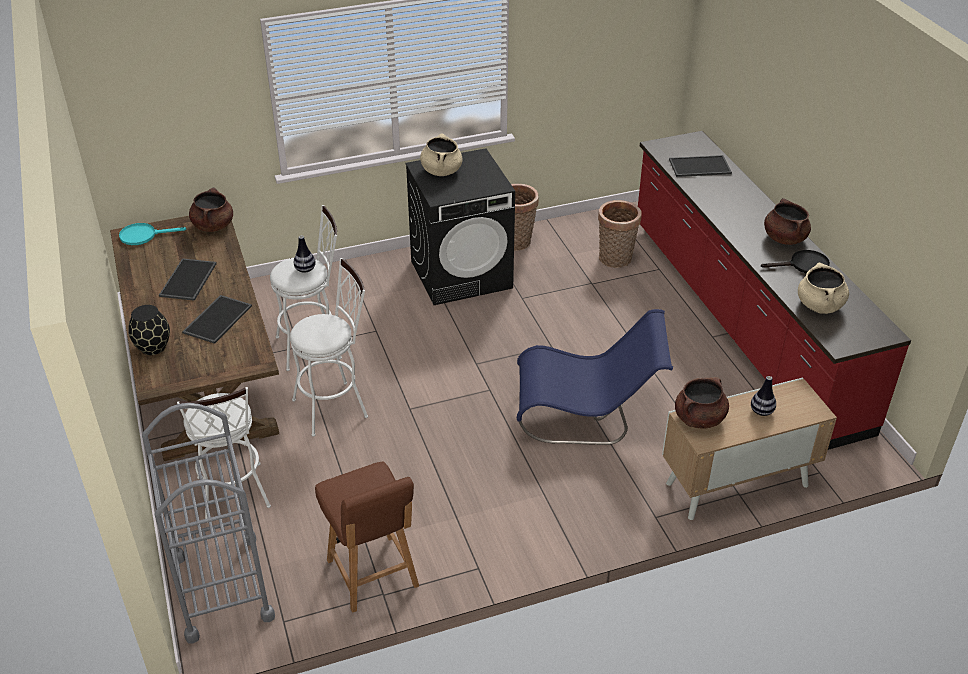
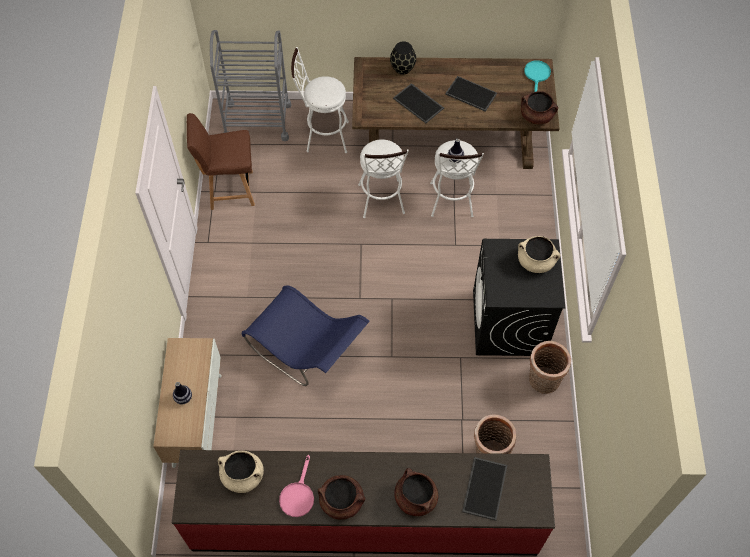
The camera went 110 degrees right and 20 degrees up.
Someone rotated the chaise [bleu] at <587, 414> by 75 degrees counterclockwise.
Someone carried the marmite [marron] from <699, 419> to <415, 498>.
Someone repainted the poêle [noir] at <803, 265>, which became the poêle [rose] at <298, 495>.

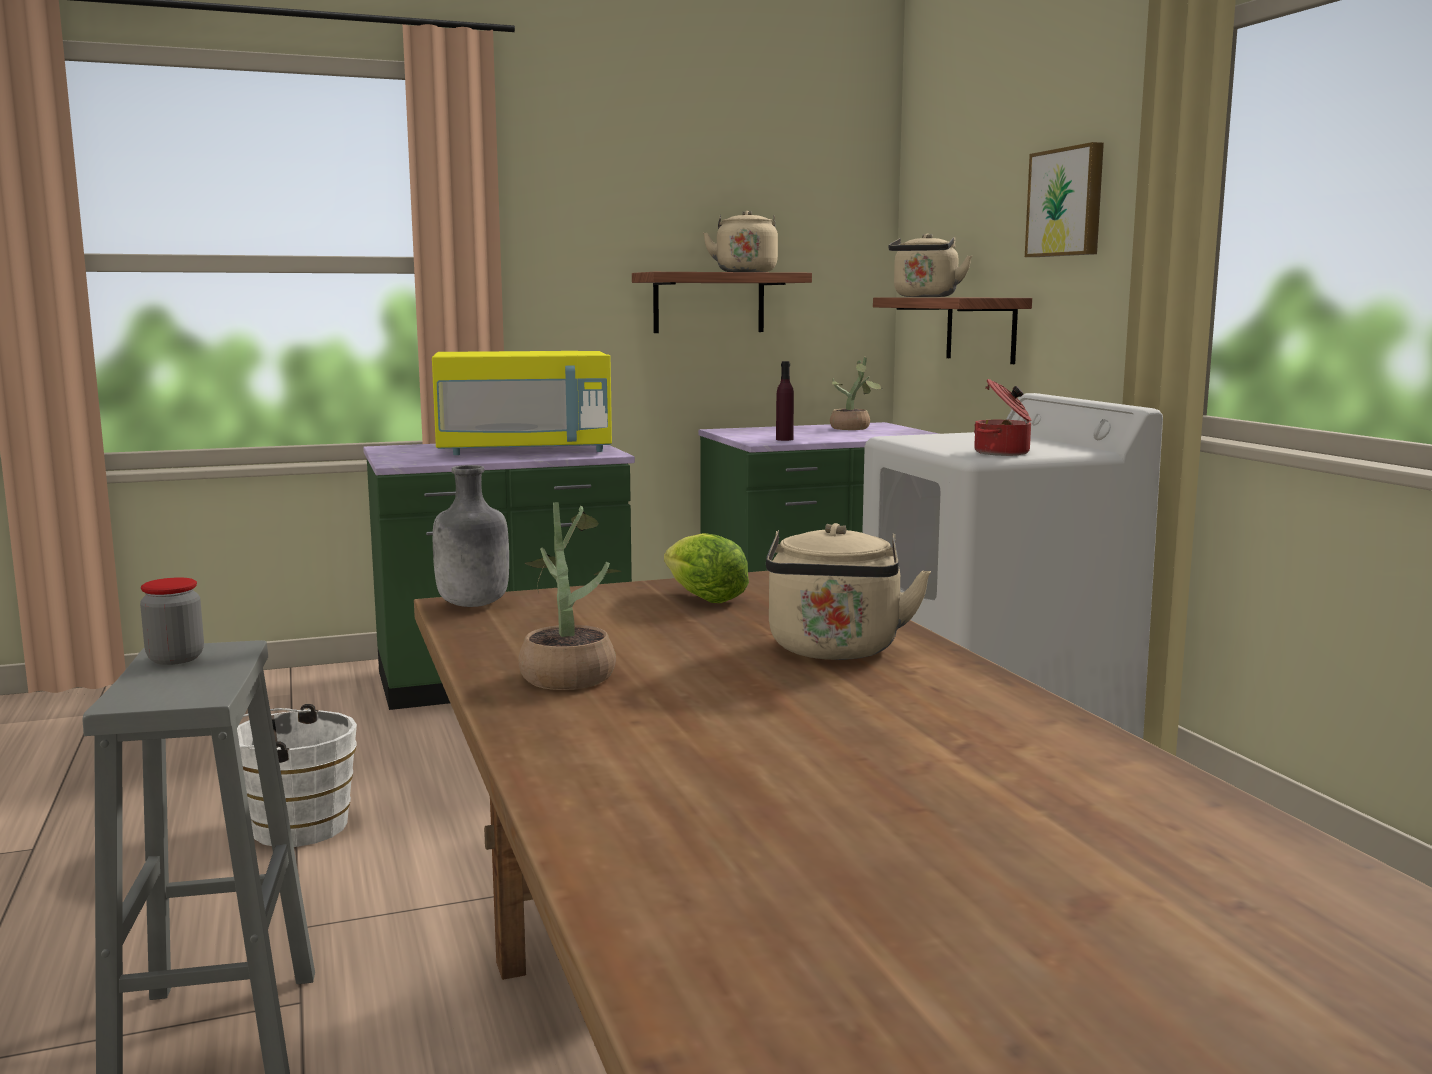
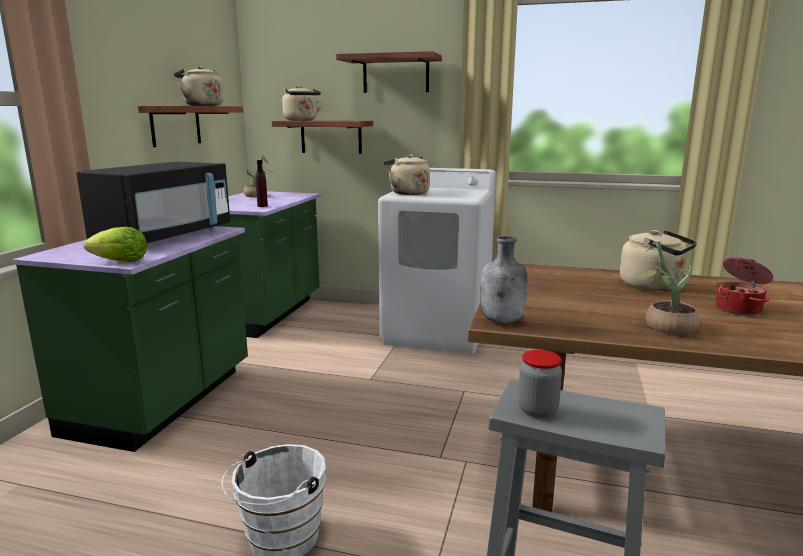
The camera went 55 degrees left and 5 degrees up.
Someone repainted the micro-ondes [jaune] at <524, 451>, which became the micro-ondes [noir] at <165, 237>.
Someone carried the laitue from <704, 599> to <121, 262>.
Someone carried the marmite from <1003, 453> to <739, 309>.
Someone swapped the tableau at <1067, 202> for the étagère at <395, 74>.
Someone put down the bouilloire [beige] at <407, 193>.

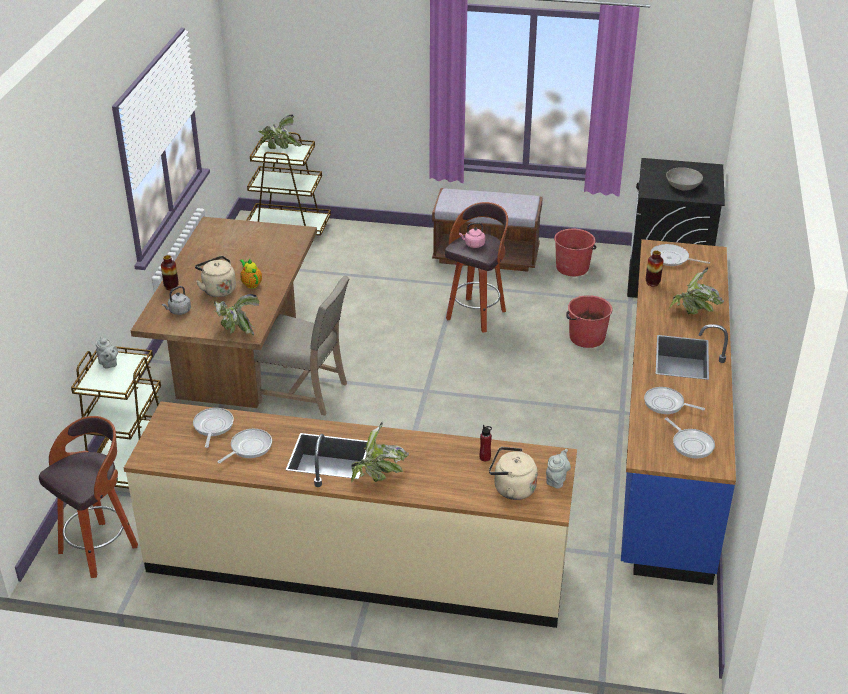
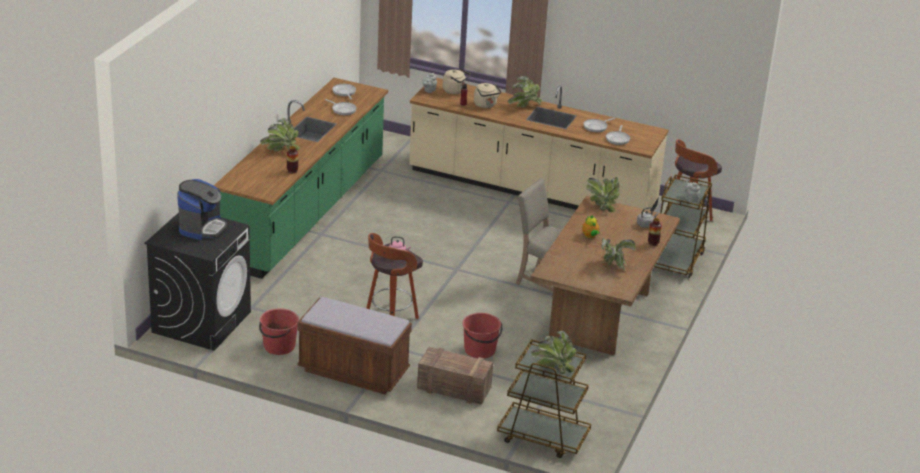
The camera went 170 degrees left and 5 degrees down.
Someone carried the bouilloire [beige] from <218, 289> to <486, 105>.
Someone carried the seau [rouge] from <586, 337> to <480, 350>.
Someone repainted the comptoir de cuisine [bleu] at <666, 444>, which became the comptoir de cuisine [vert] at <305, 212>.
Someone took away the poêle at <672, 259>.
Someone swapped the bol [gris] at <683, 186> for the machine à café at <202, 228>.
Someone put down the caisse at <453, 388>.
Someone put down the plante en pot at <613, 265>.

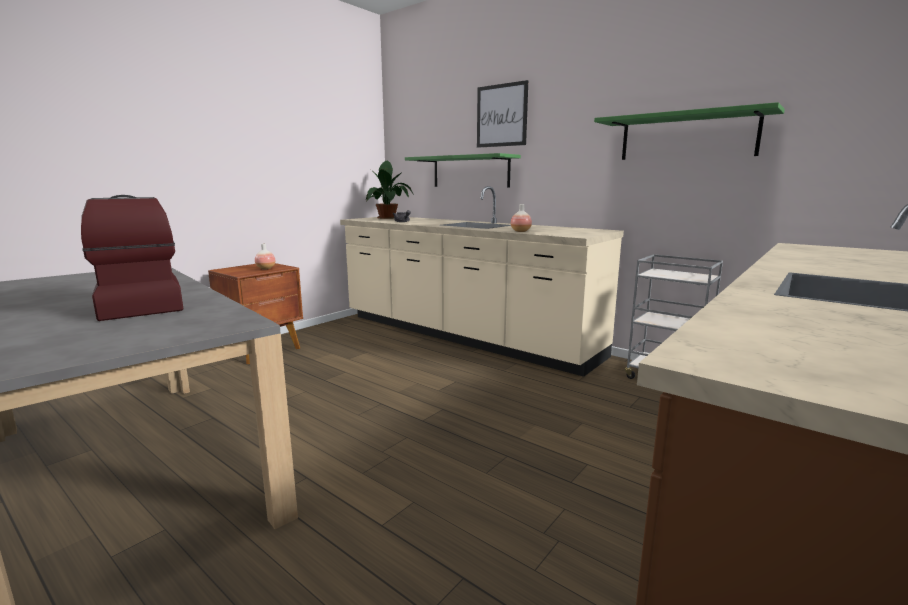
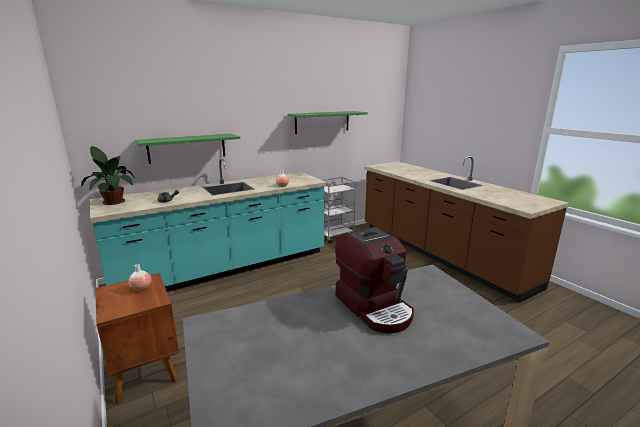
The camera went 70 degrees left and 5 degrees up.
Someone rotated the machine à café at <139, 304> by 105 degrees counterclockwise.
Someone repainted the comptoir de cuisine [beige] at <463, 336>, which became the comptoir de cuisine [turquoise] at <225, 268>.
Someone took away the tableau at <501, 115>.

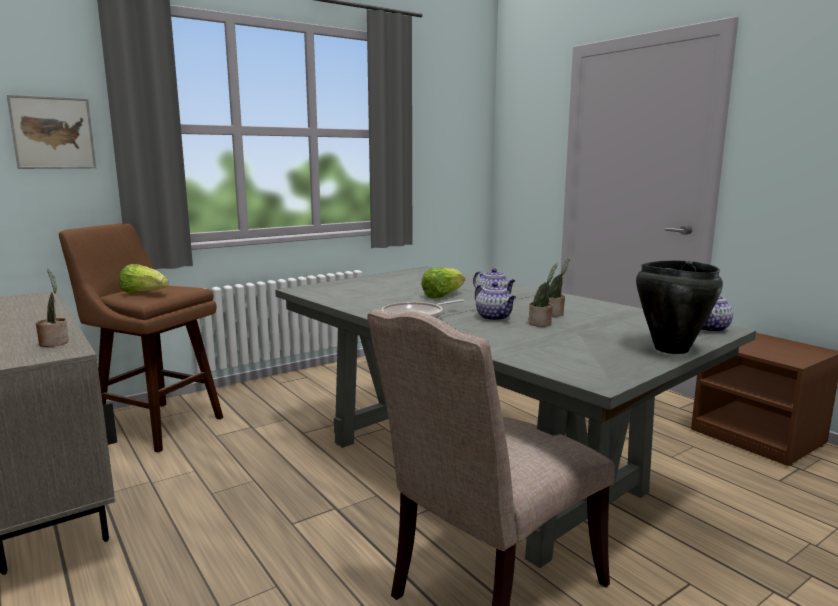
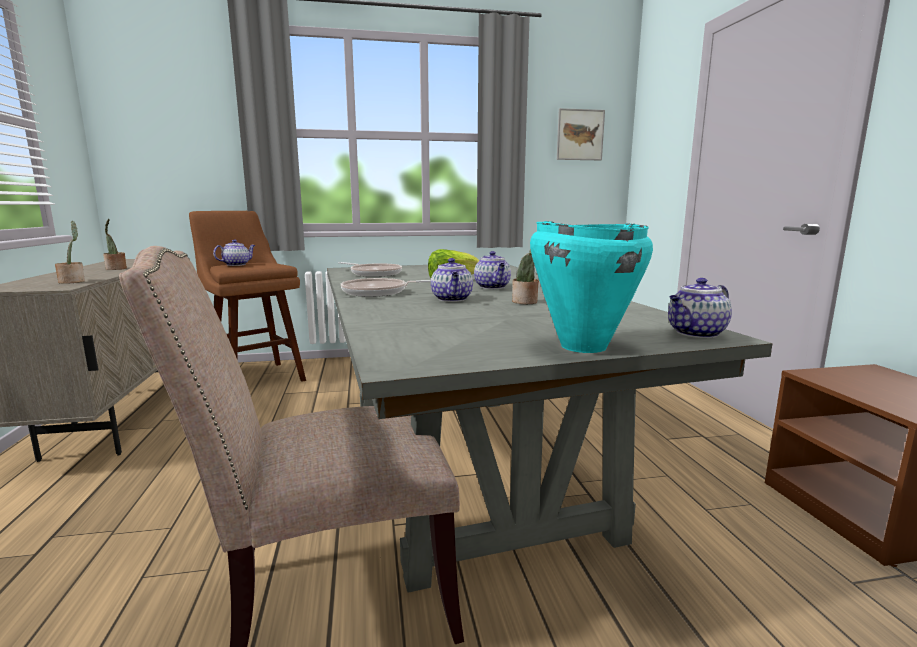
The camera went 25 degrees right and 0 degrees up.
Someone carried the tableau from <53, 133> to <580, 135>.
Someone swapped the laitue at <144, 293> for the théière at <237, 264>.
Someone carried the plante en pot from <541, 324> to <116, 269>.
Someone repainted the marmite [noir] at <670, 349>, which became the marmite [turquoise] at <582, 346>.
Someone put down the poêle at <374, 274>.

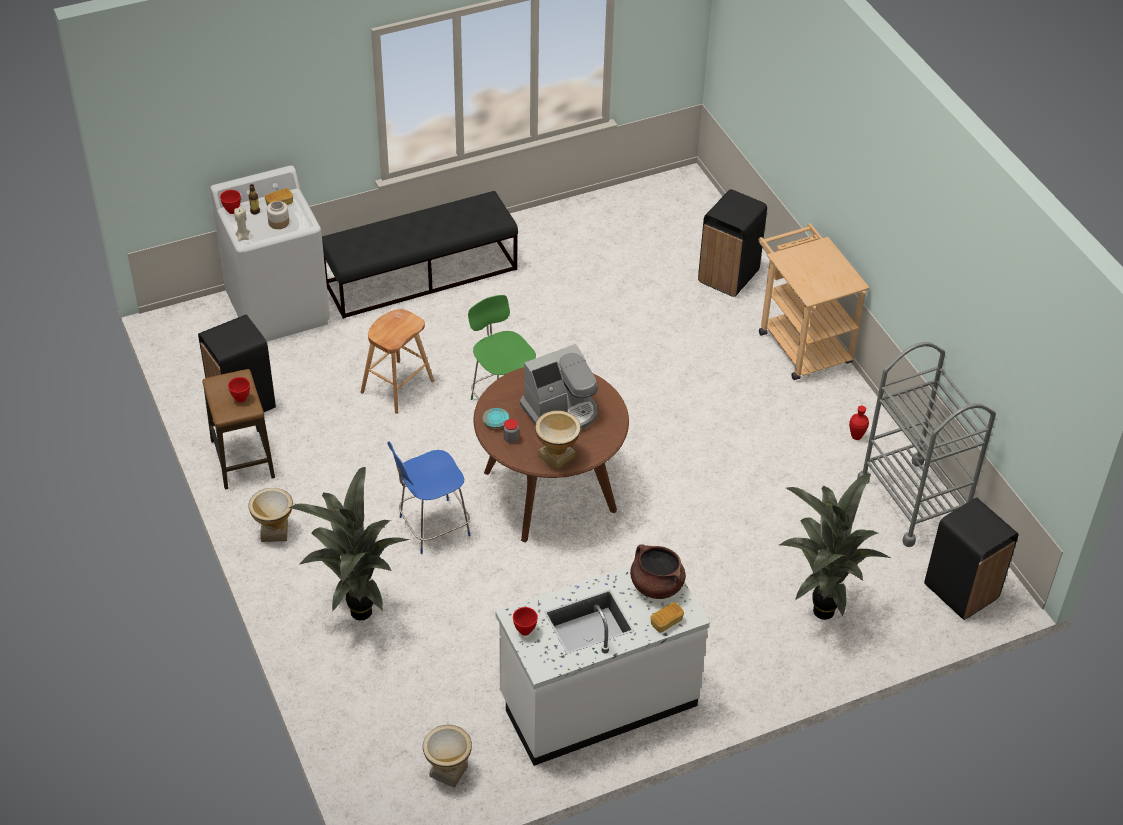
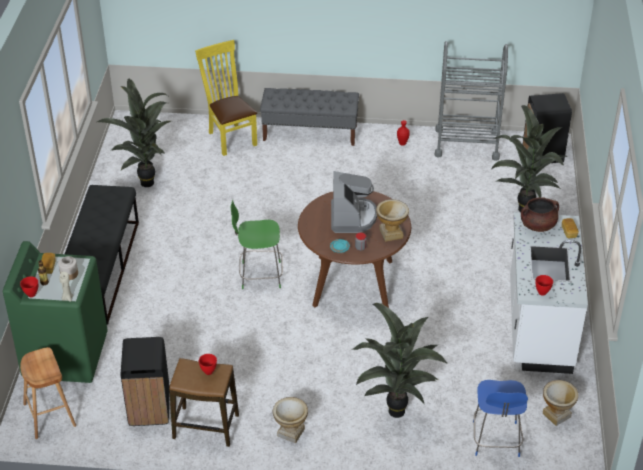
The camera went 60 degrees left and 5 degrees down.
Someone repainted the lave-linge [blanc] at <278, 308>, which became the lave-linge [vert] at <65, 355>.
Someone carried the tabouret [marron] from <397, 387> to <49, 415>.
Someone carried the chaise [bleu] from <432, 527> to <496, 440>.
Someone swapped the poubelle [noir] at <729, 276> for the chaise [jaune] at <230, 137>.
Someone swapped the chariot [beige] at <800, 342> for the banc [gris] at <310, 133>.
Someone put down the plante en pot at <146, 181>.

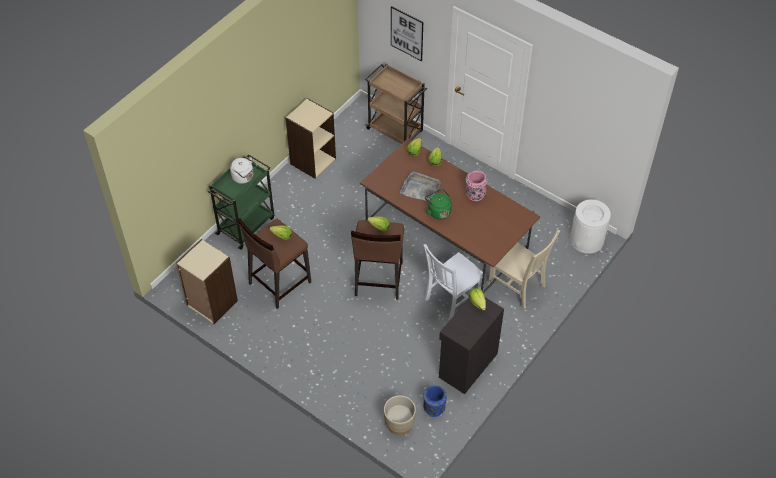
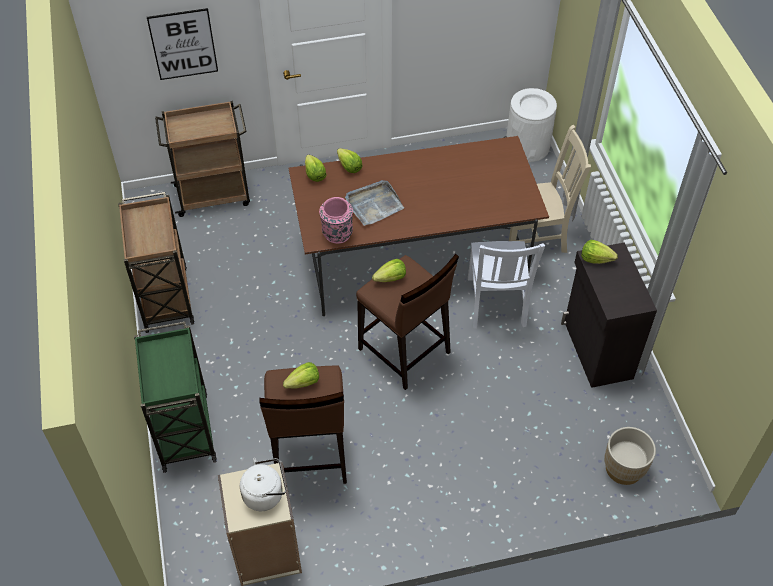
The camera went 50 degrees left and 0 degrees up.
Someone carried the bouilloire [blanc] from <244, 177> to <265, 494>.
Someone swapped the bibliothèque [beige] at <312, 161> for the chariot [marron] at <166, 297>.
Someone took away the vase [bleu] at <434, 408>.
Someone took away the bouilloire [vert] at <438, 211>.
Someone carried the vase [rose] from <475, 194> to <337, 234>.

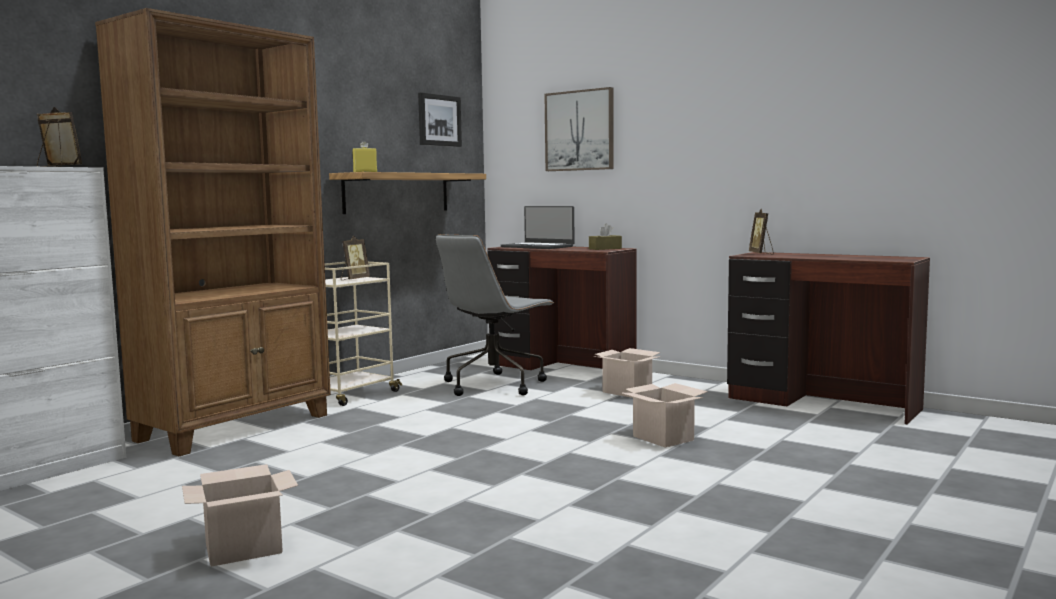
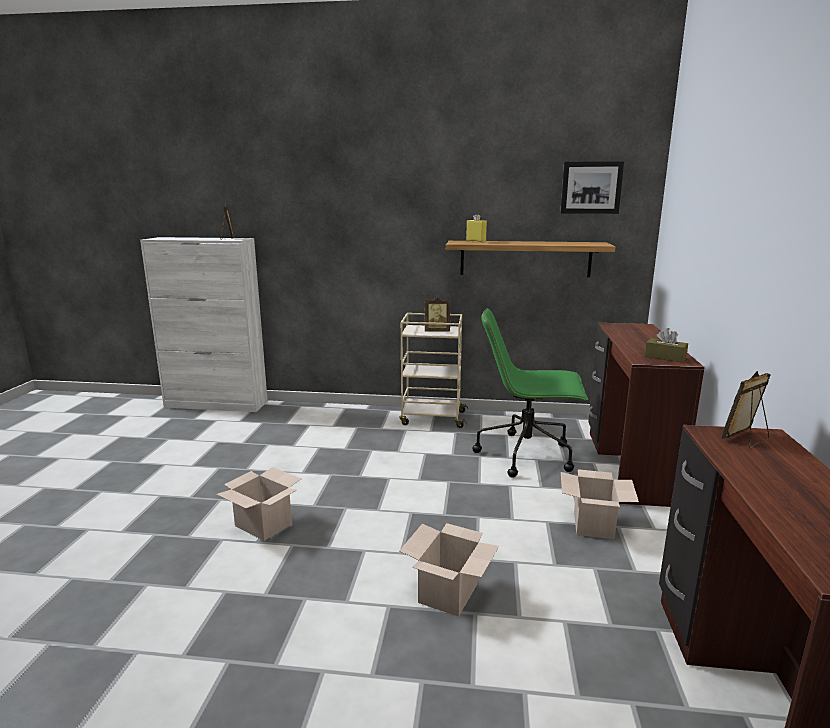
The camera went 60 degrees right and 10 degrees up.
Someone took away the bibliothèque [marron] at <236, 427>.
Someone carried the carton from <245, 548> to <265, 525>.
Someone repainted the chaise de bureau [gris] at <494, 385>, which became the chaise de bureau [vert] at <527, 455>.
Someone took away the ordinateur portable at <538, 247>.
Someone took away the tableau at <579, 130>.

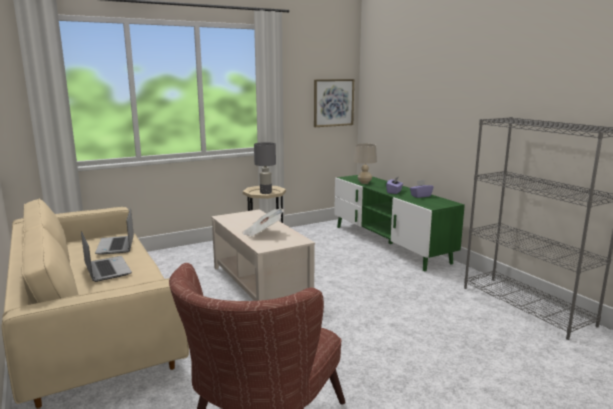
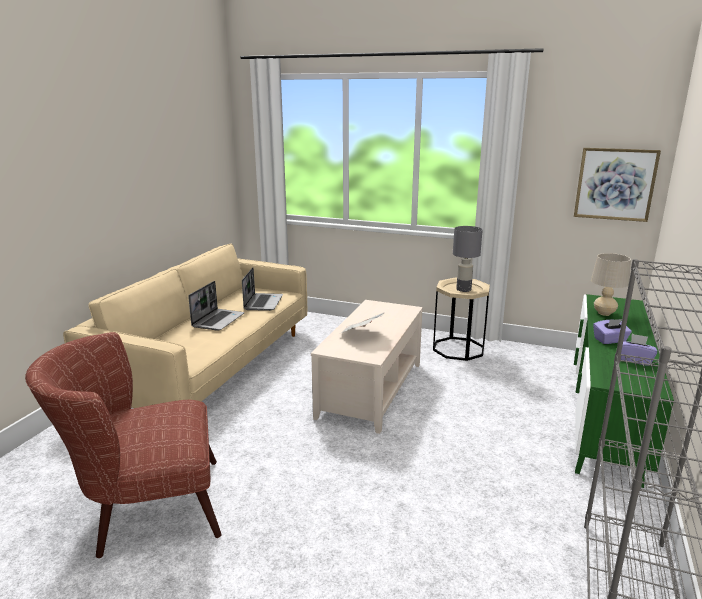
The camera went 50 degrees right and 5 degrees up.
Someone rotated the ordinateur portable at <116, 246> by 150 degrees clockwise.

